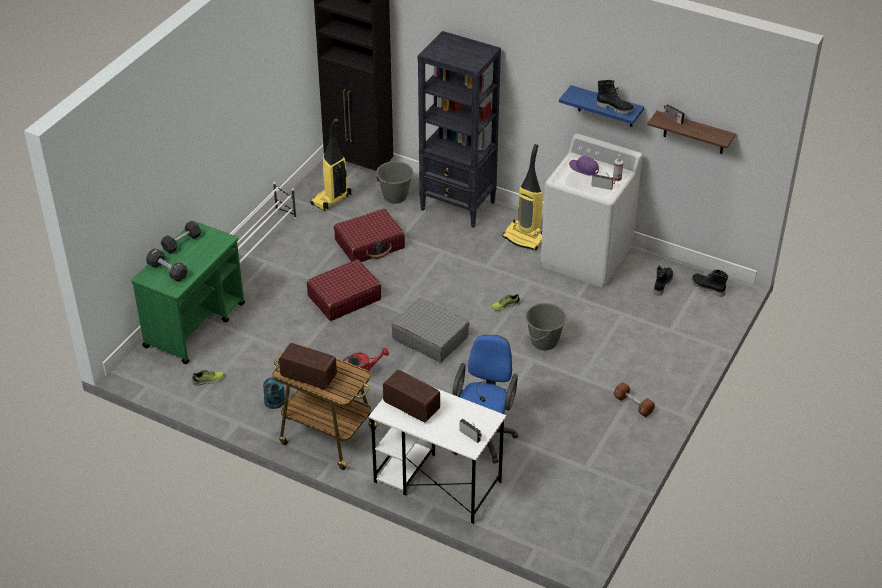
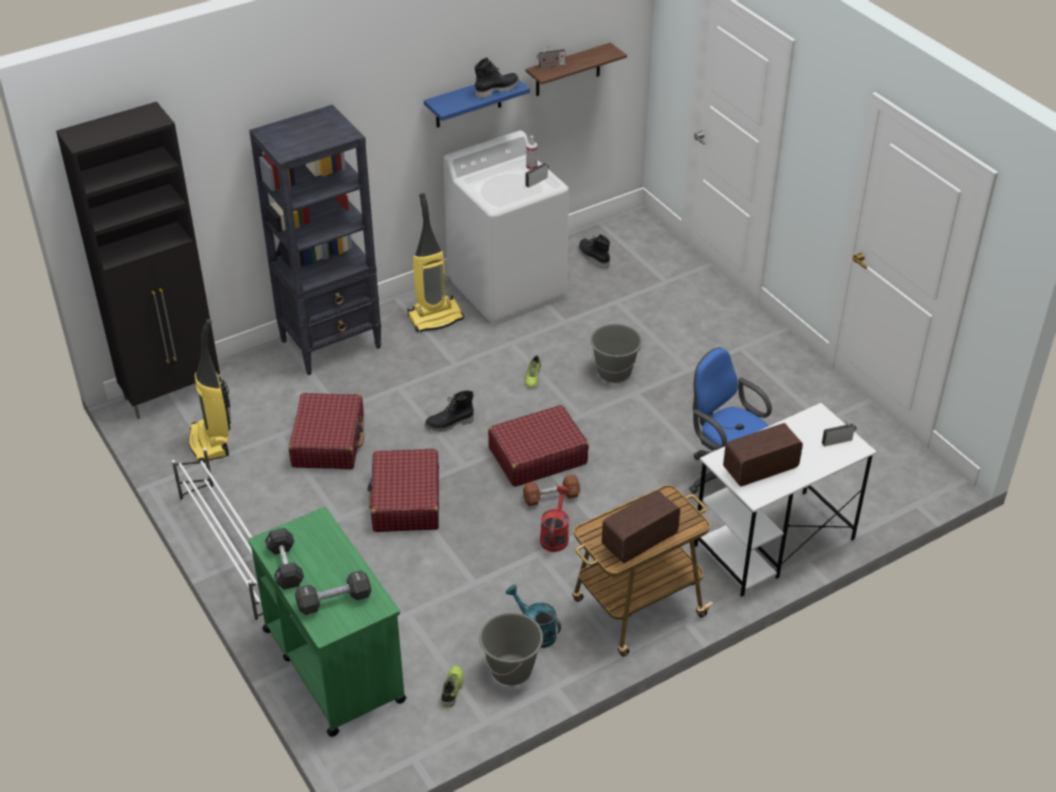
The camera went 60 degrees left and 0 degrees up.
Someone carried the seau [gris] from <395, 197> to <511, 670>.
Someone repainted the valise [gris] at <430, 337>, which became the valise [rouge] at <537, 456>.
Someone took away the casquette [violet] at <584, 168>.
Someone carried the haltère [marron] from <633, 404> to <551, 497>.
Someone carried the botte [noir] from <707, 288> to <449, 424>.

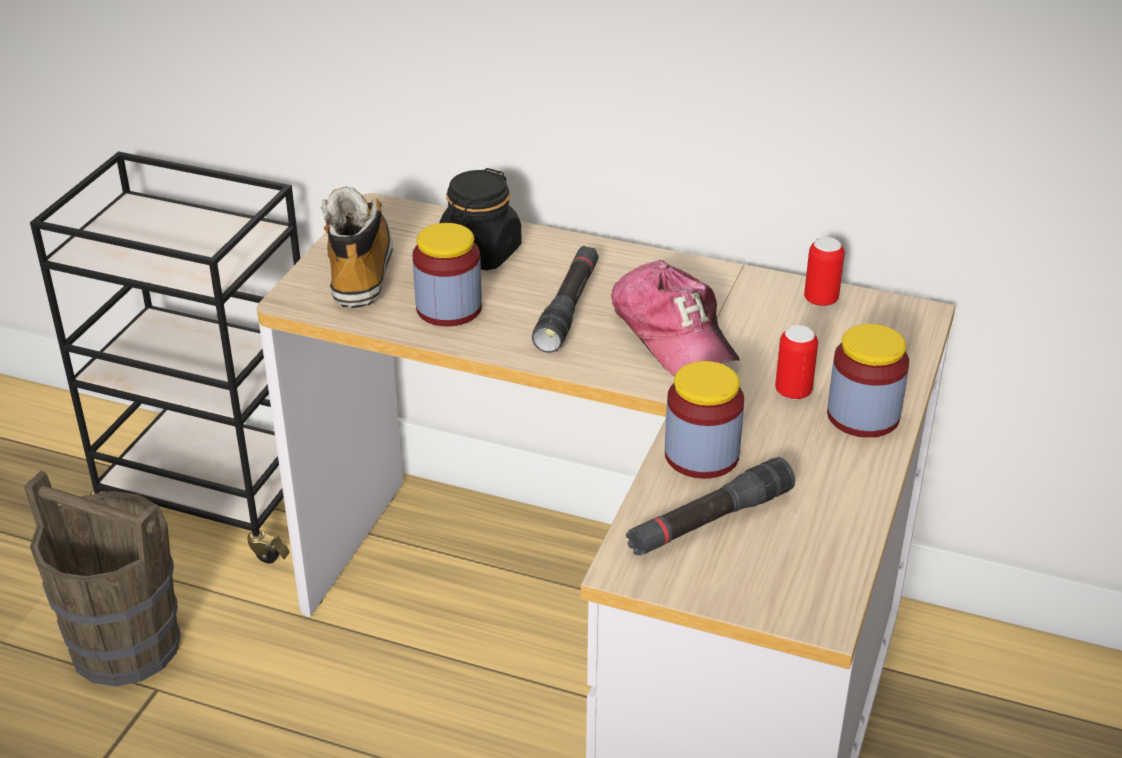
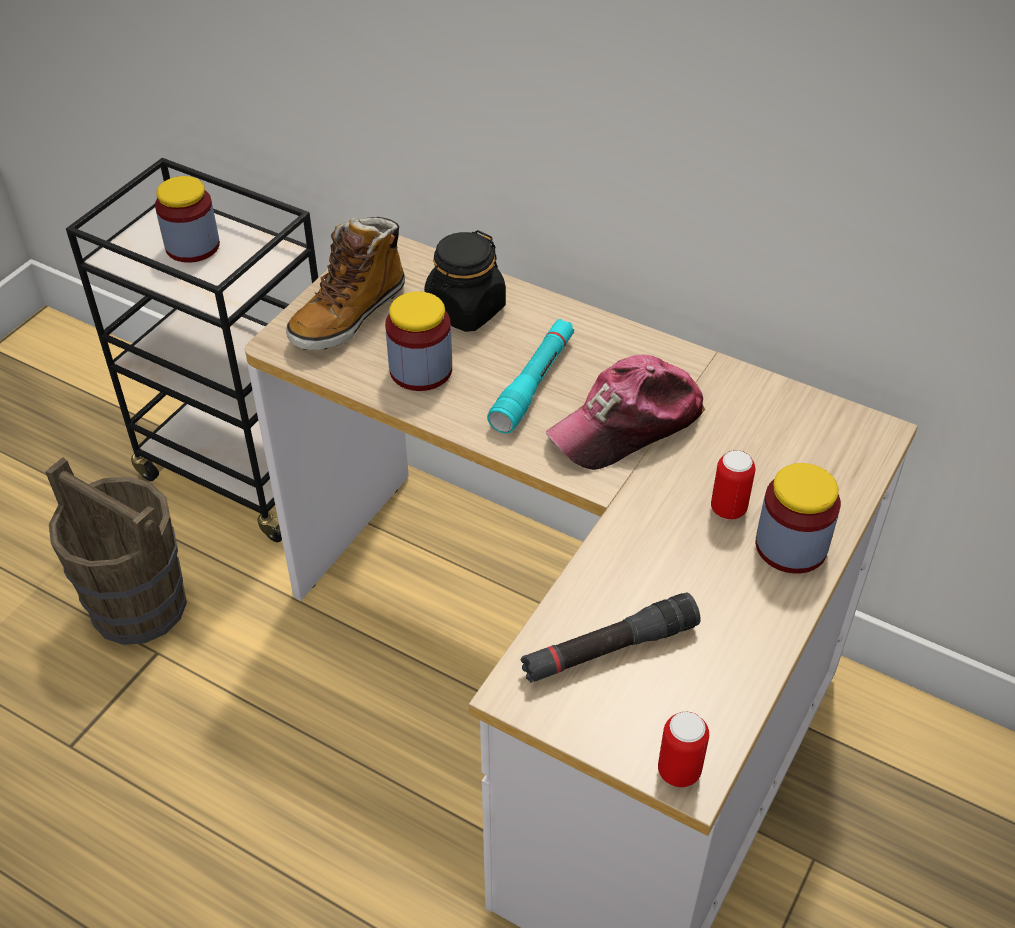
The camera went 10 degrees right and 10 degrees up.
Someone rotated the botte at <359, 269> by 150 degrees counterclockwise.
Someone repainted the lampe de poche [noir] at <568, 308>, which became the lampe de poche [turquoise] at <533, 383>.
Someone rotated the casquette at <673, 333> by 75 degrees clockwise.
Someone carried the bocal from <701, 455> to <192, 246>.
Someone carried the boîte métallique from <820, 300> to <679, 771>.

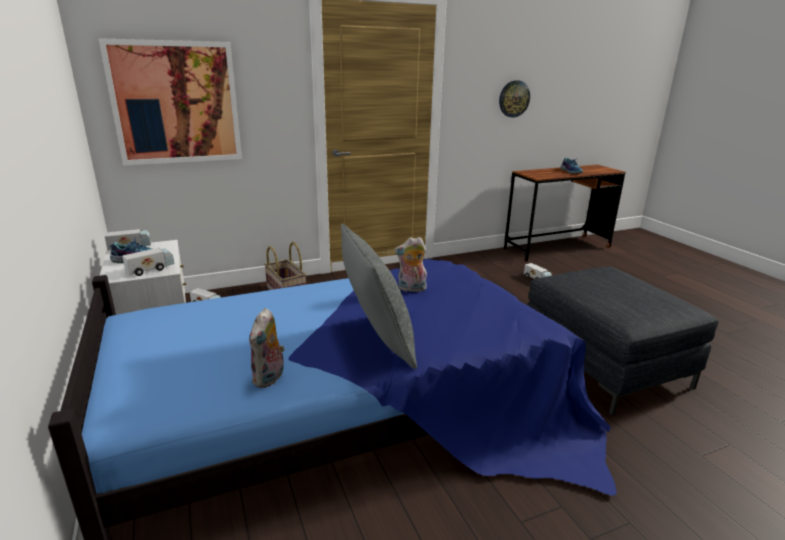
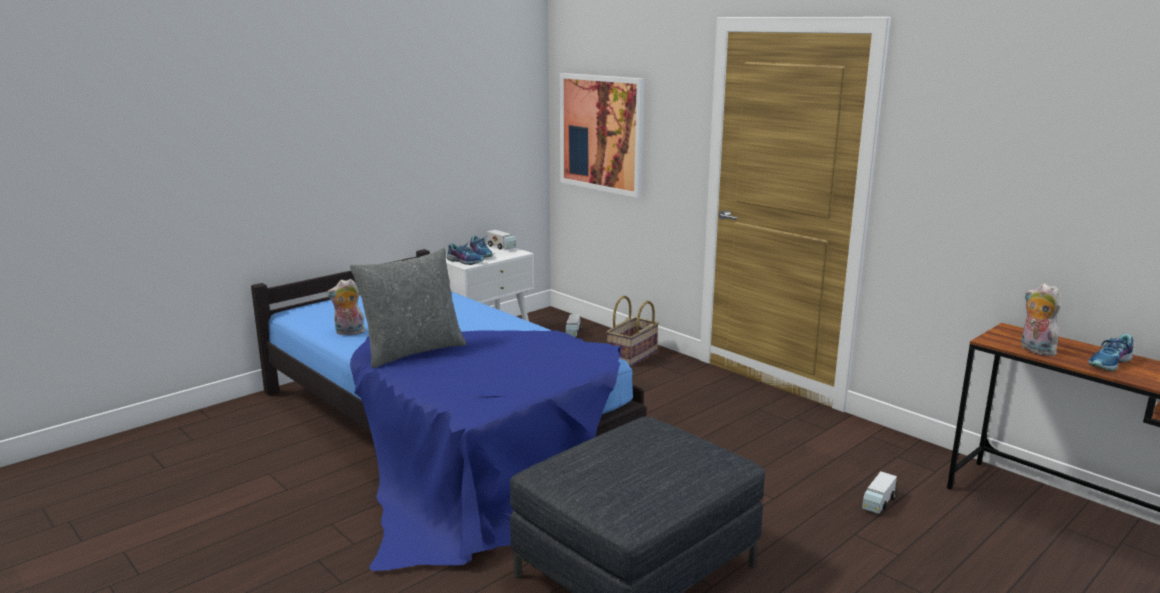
The camera went 70 degrees right and 5 degrees down.
Someone swapped the camion jouet at <151, 269> for the chaussure at <465, 261>.
Someone carried the peluche from <411, 289> to <1034, 350>.
Someone took away the horloge murale at <514, 99>.

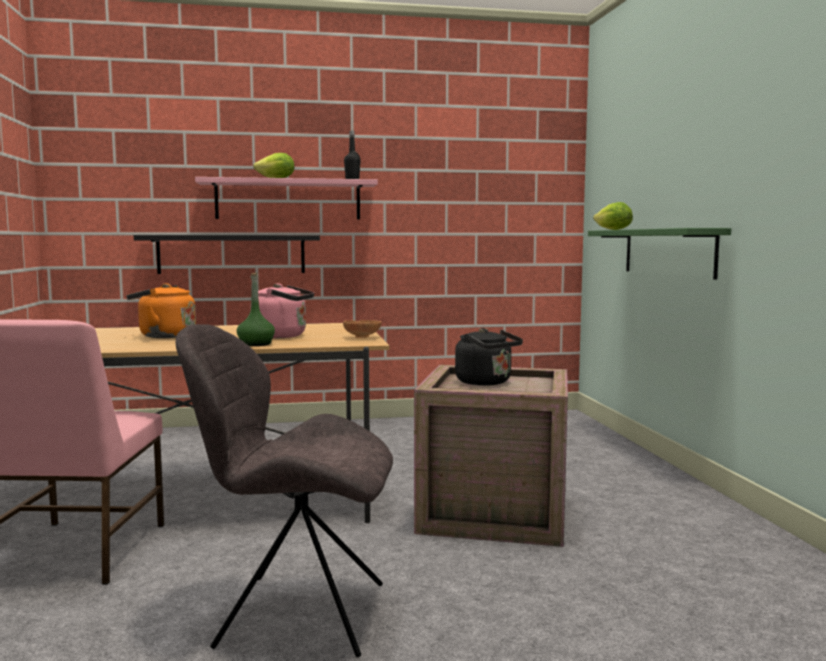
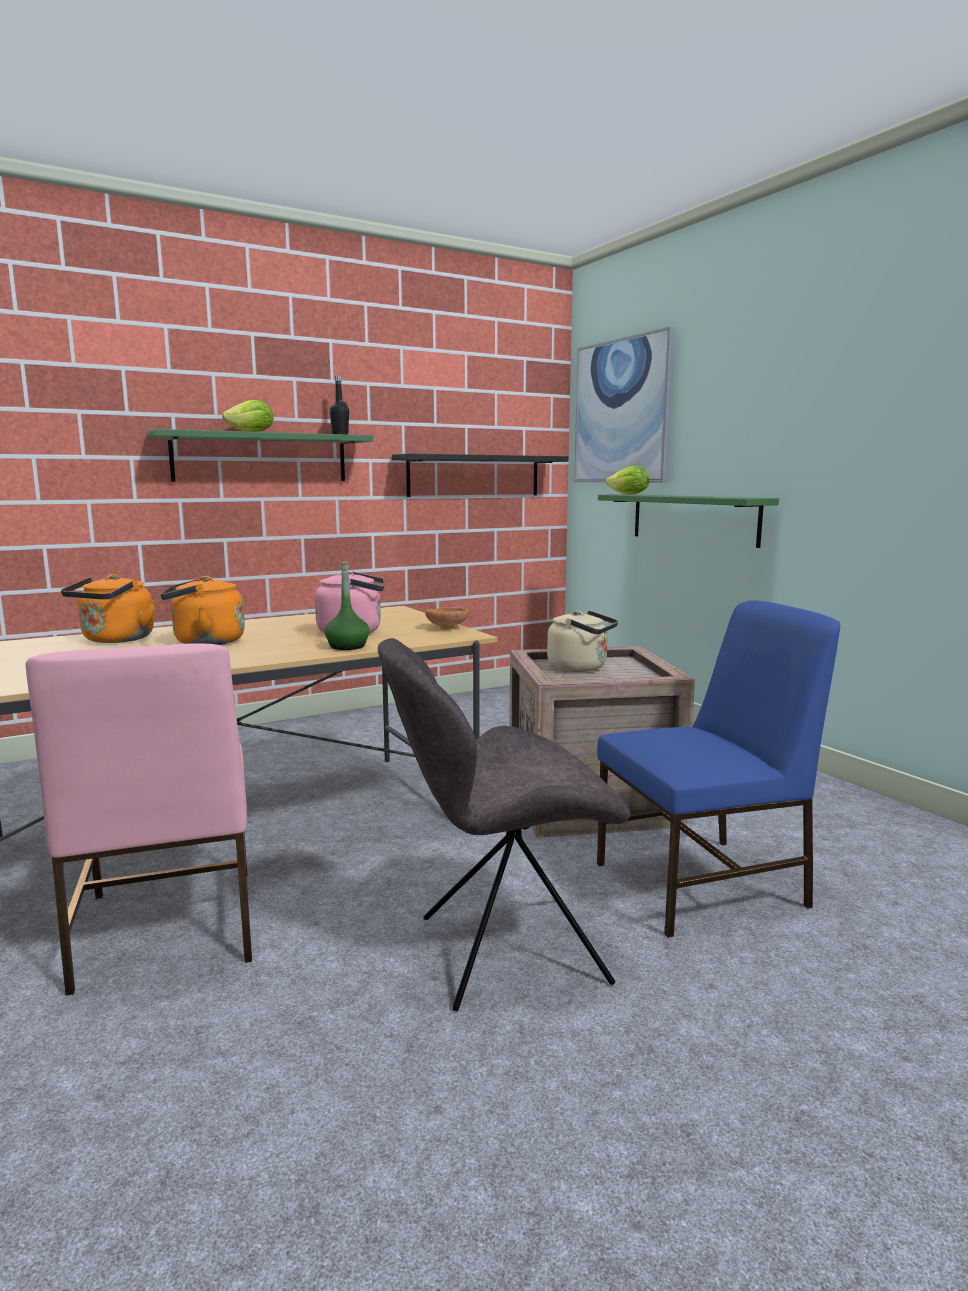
The camera went 20 degrees left and 5 degrees up.
Someone carried the étagère [noir] from <231, 254> to <474, 476>.
Someone repainted the étagère [rose] at <288, 200>, which became the étagère [vert] at <261, 458>.
Someone repainted the bouilloire [noir] at <486, 383>, which became the bouilloire [beige] at <581, 668>.
Someone put down the bouilloire [orange] at <115, 640>.
Someone put up the tableau at <622, 411>.
Someone put down the chaise [bleu] at <703, 884>.

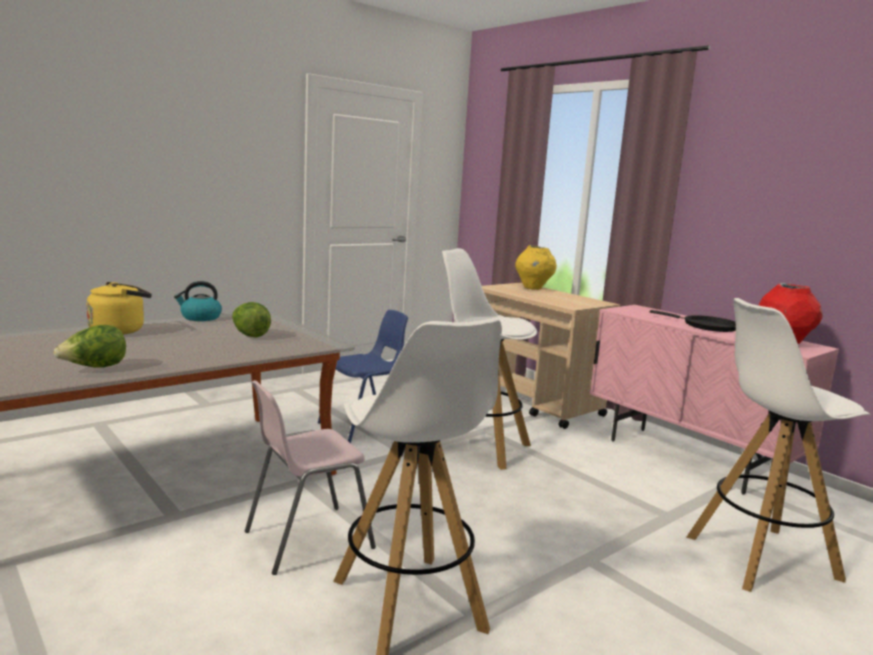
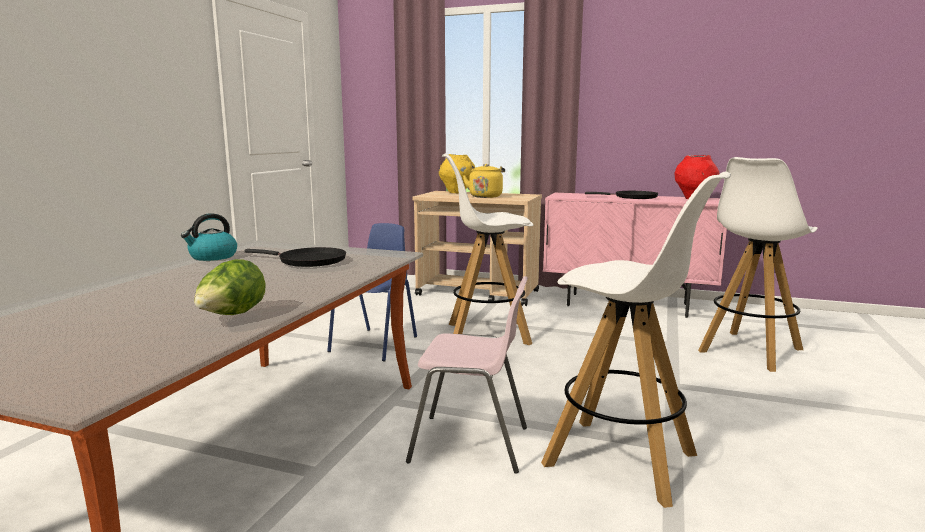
The camera went 30 degrees left and 0 degrees up.
Someone carried the bouilloire [jaune] from <120, 331> to <485, 196>.
Someone swapped the laitue at <250, 335> for the poêle [noir] at <308, 261>.
Someone rotated the chaise [rose] at <307, 539> by 105 degrees counterclockwise.

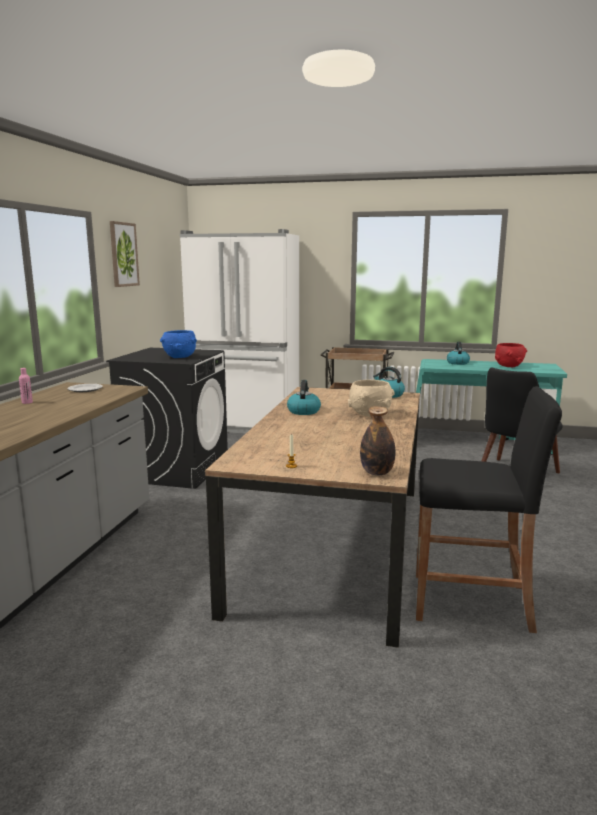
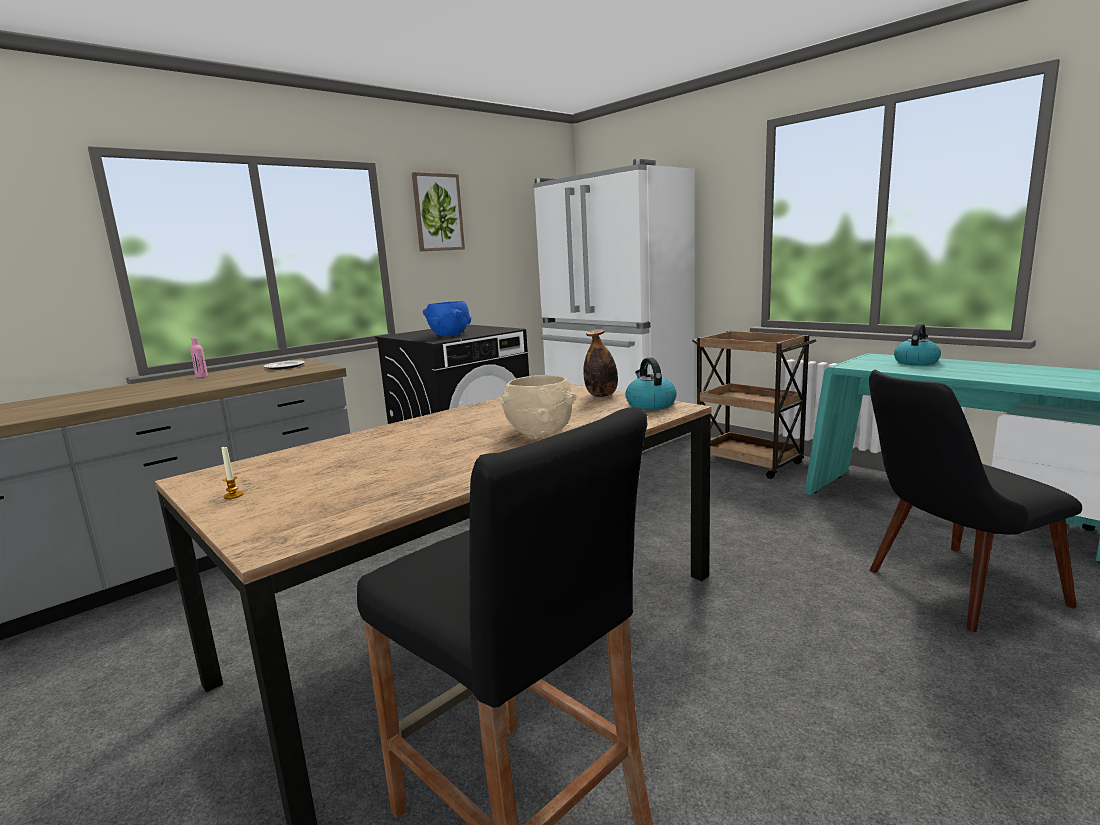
The camera went 35 degrees right and 0 degrees up.
Someone took away the bouilloire at <303, 411>.
Someone carried the bouteille from <377, 473> to <601, 395>.
Someone took away the bol [rouge] at <508, 366>.

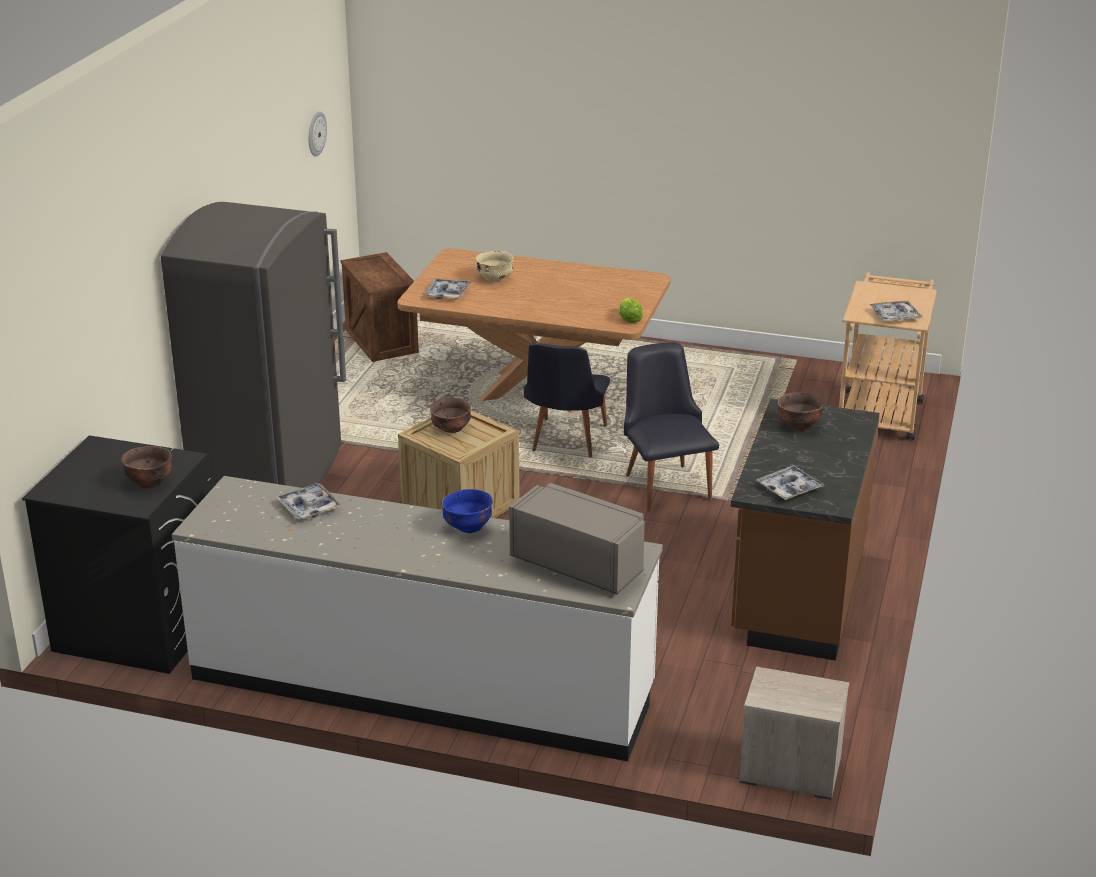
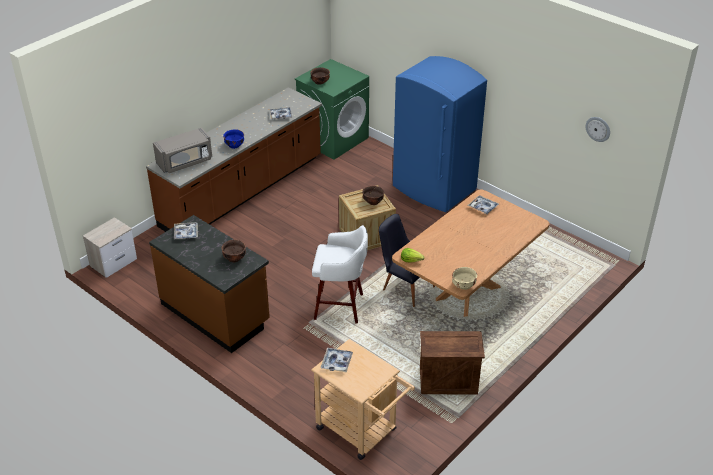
The camera went 115 degrees right and 10 degrees up.
Someone repainted the lave-linge [noir] at <138, 627>, which became the lave-linge [vert] at <333, 139>.
Someone repainted the réfrigérateur [gris] at <270, 472>, which became the réfrigérateur [bleu] at <434, 189>.
Someone repainted the comptoir de cuisine [blanc] at <422, 685>, which became the comptoir de cuisine [marron] at <243, 192>.
Someone carried the caisse from <383, 342> to <447, 382>.
Someone carried the bol [beige] from <495, 278> to <463, 286>.
Someone swapped the chaise [noir] at <665, 483> for the tabouret [blanc] at <340, 307>.

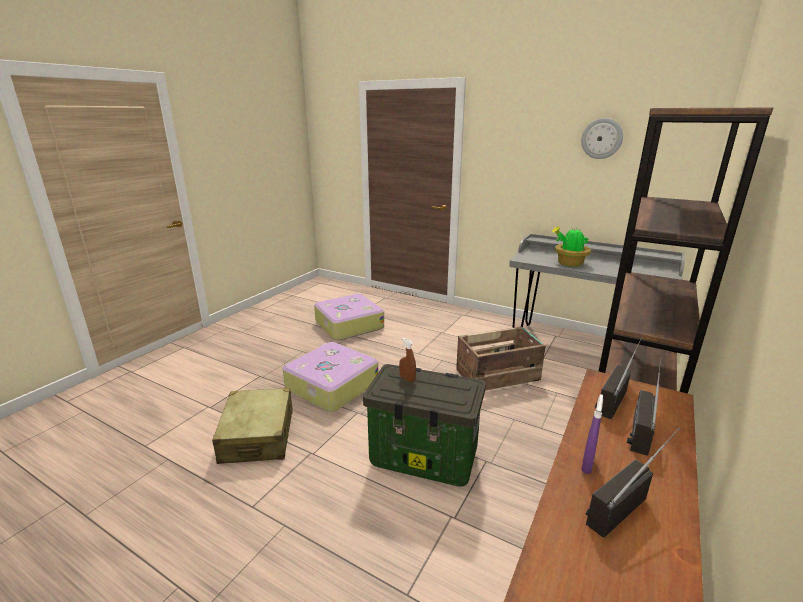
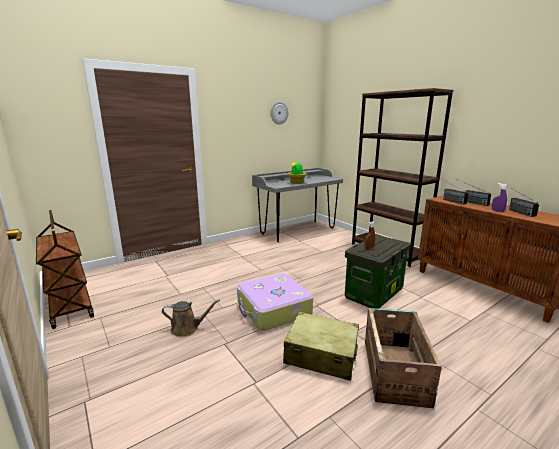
The camera went 65 degrees left and 5 degrees down.
Someone took away the valise at <348, 325>.
Someone carried the caisse from <498, 375> to <395, 371>.
Someone put down the chariot [marron] at <69, 304>.
Someone put down the arrosoir [marron] at <187, 329>.

